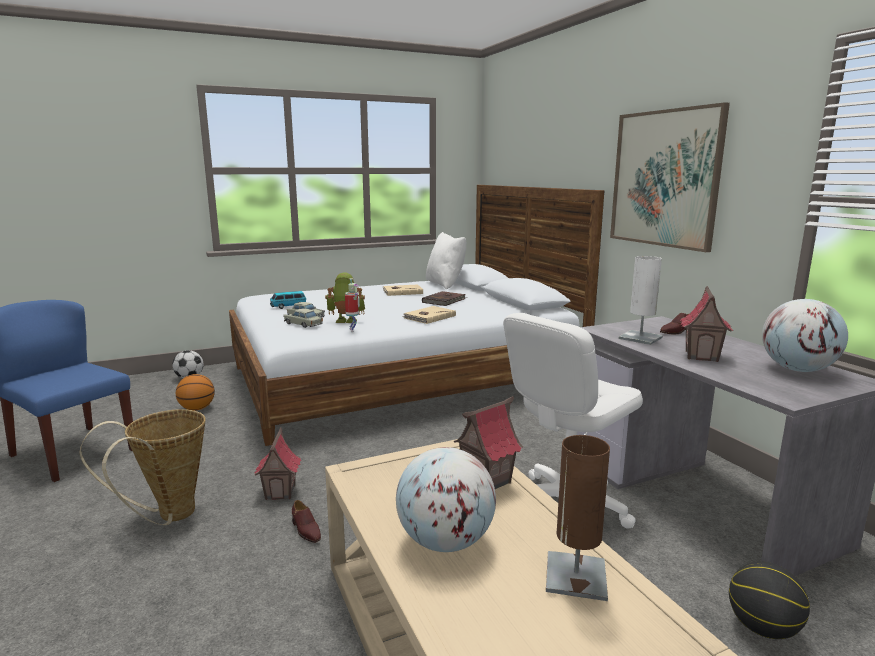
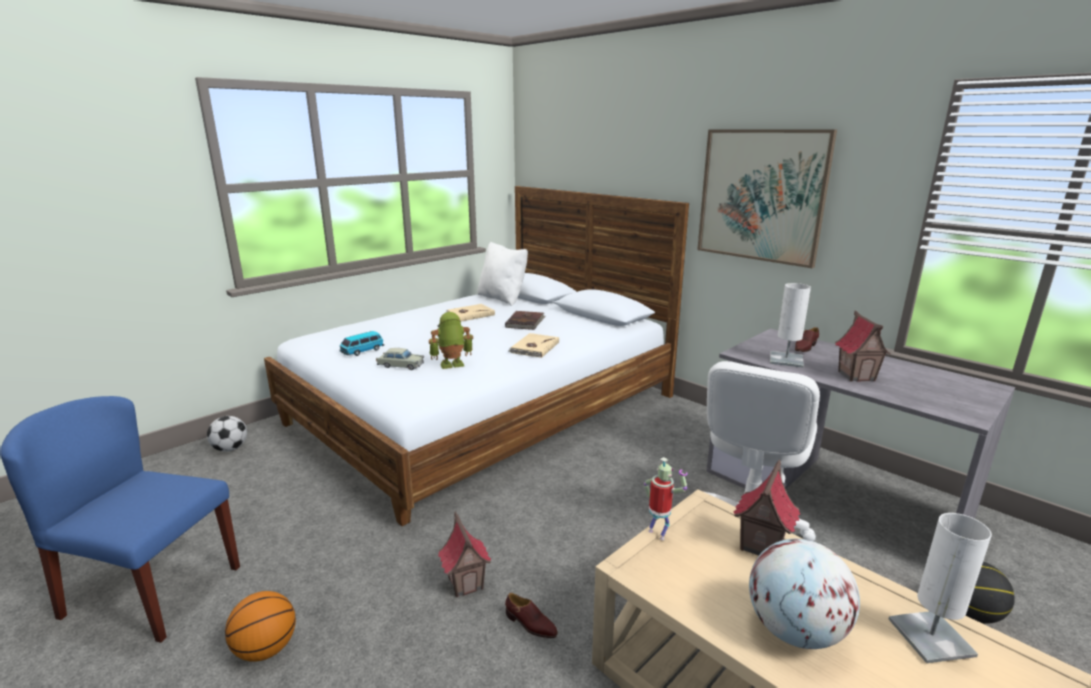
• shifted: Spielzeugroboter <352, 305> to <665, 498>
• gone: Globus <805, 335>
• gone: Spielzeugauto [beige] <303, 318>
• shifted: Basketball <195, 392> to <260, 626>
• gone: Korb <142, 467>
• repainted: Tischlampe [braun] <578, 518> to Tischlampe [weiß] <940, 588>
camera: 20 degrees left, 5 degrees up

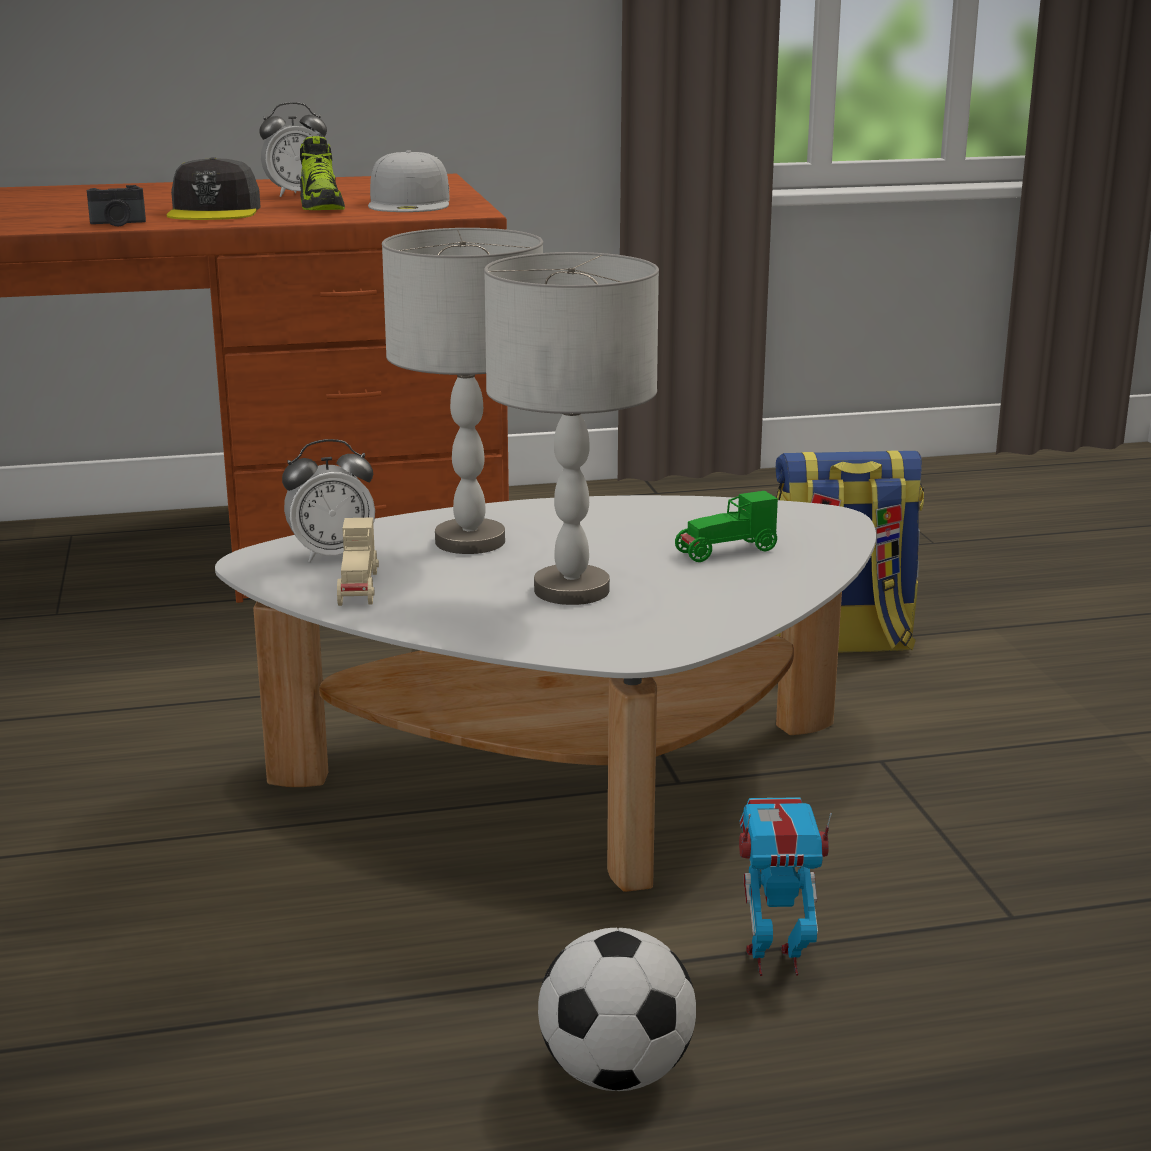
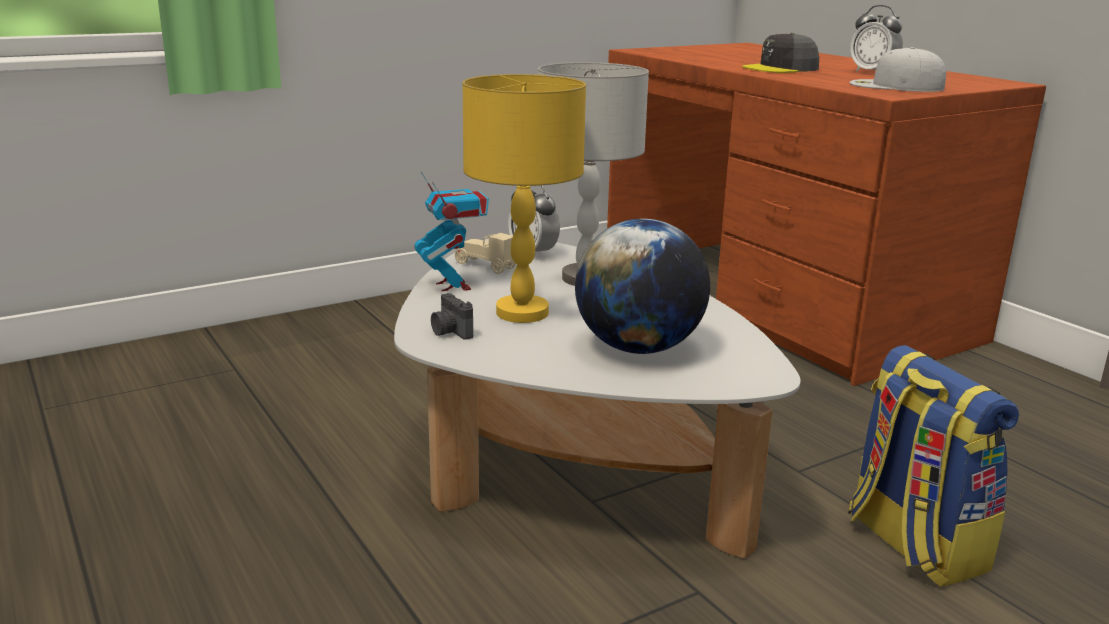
• gone: Schuh <322, 173>
• rotated: Kappe [weiß] <409, 181> = <897, 69> 45 degrees clockwise
• shifted: Kamera <116, 206> to <452, 316>
• repainted: Tischlampe [grau] <571, 428> to Tischlampe [gelb] <524, 198>
• swapped: Spielzeugauto [grün] <726, 526> to Globus <642, 286>
• rotated: Spielzeugauto [beige] <358, 561> = <485, 253> 60 degrees clockwise
• shifted: Spielzeugroboter <785, 886> to <451, 231>
• gone: Fußball <617, 1009>
camera: 70 degrees right, 0 degrees up

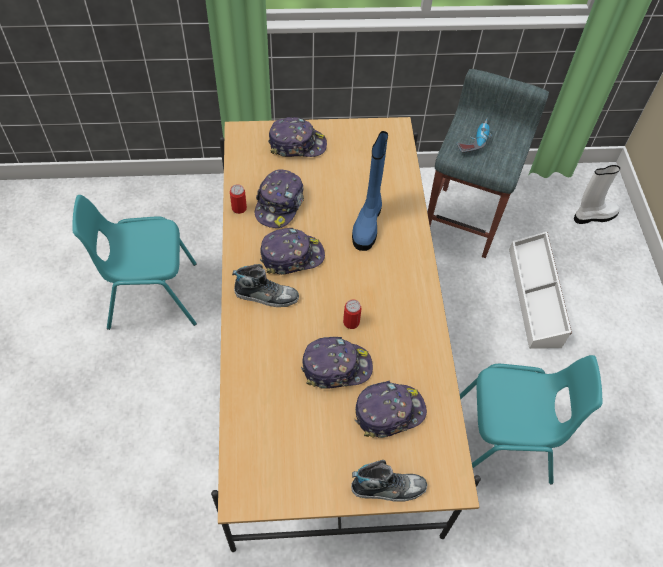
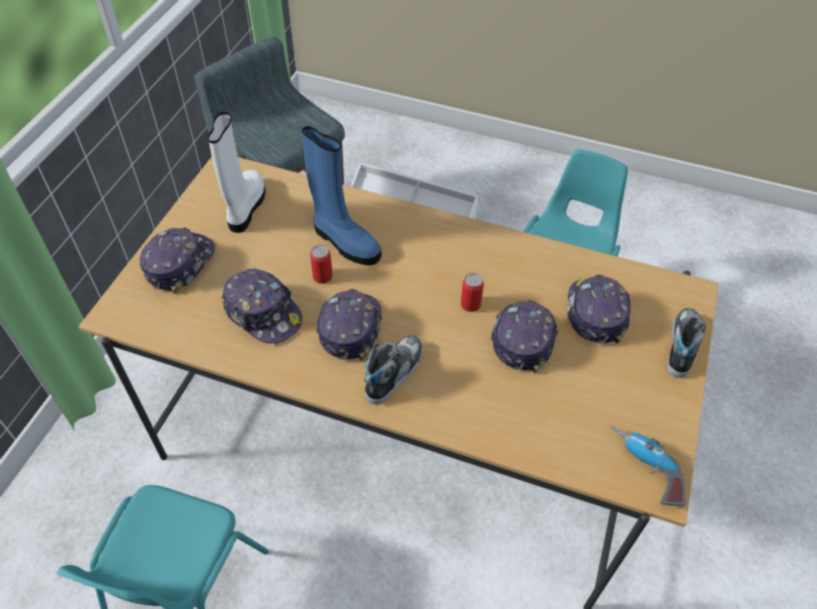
• shifted: Bohrmaschine <474, 135> to <647, 465>
• shifted: Stiefel [weiß] <597, 194> to <236, 172>
• shifted: Dose <238, 199> to <321, 264>
camera: 65 degrees left, 5 degrees down

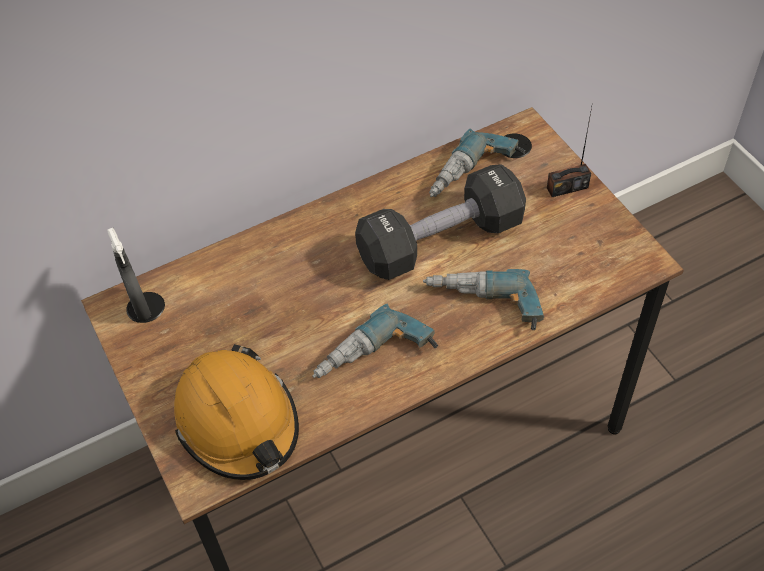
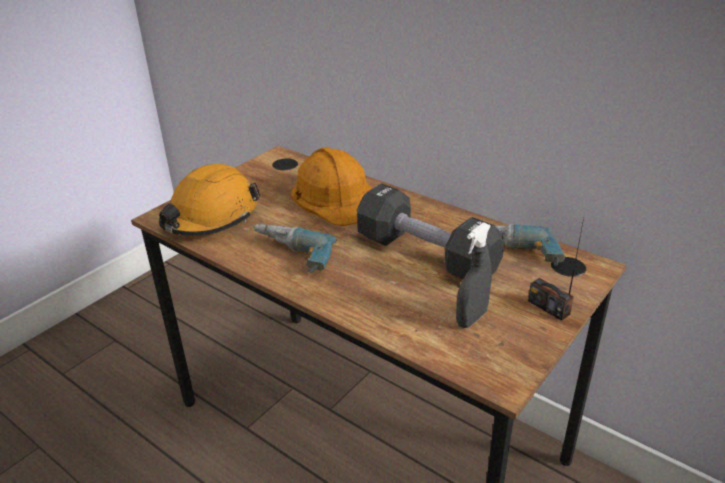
• shifted: Sprühflasche [grau] <129, 274> to <474, 275>
• gone: Bohrmaschine <483, 299>
• new: Schutzhelm [orange] <331, 186>
camera: 65 degrees right, 20 degrees down

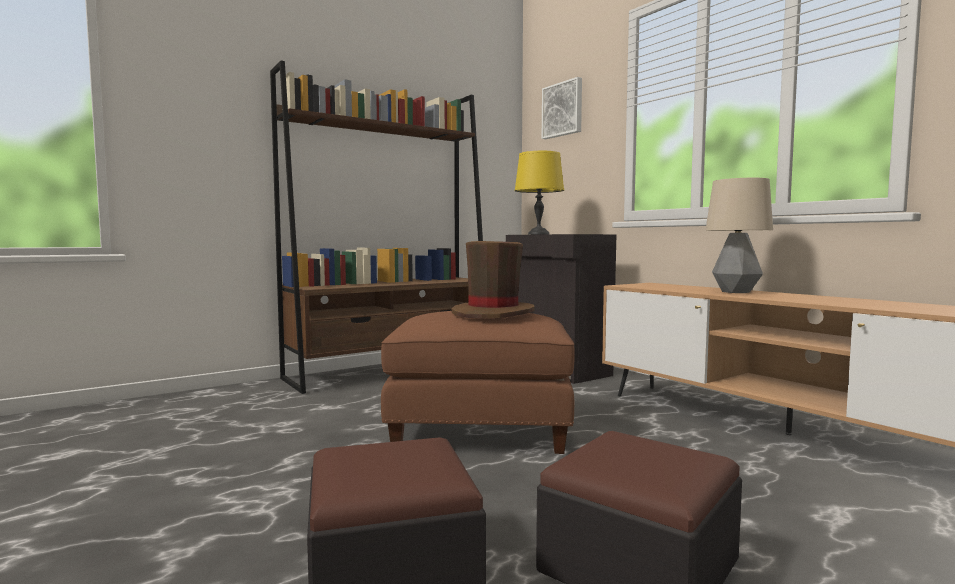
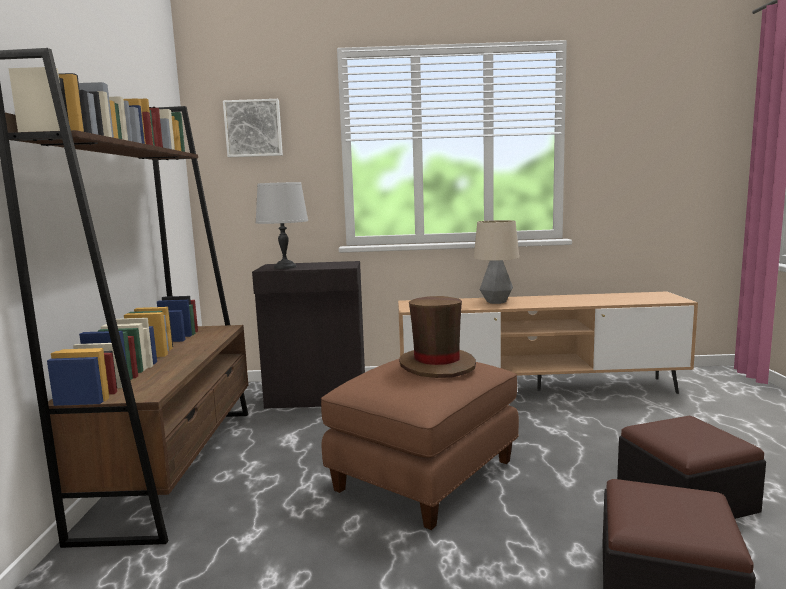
• repainted: Tischlampe [gelb] <539, 193> to Tischlampe [grau] <281, 225>
camera: 55 degrees left, 5 degrees up

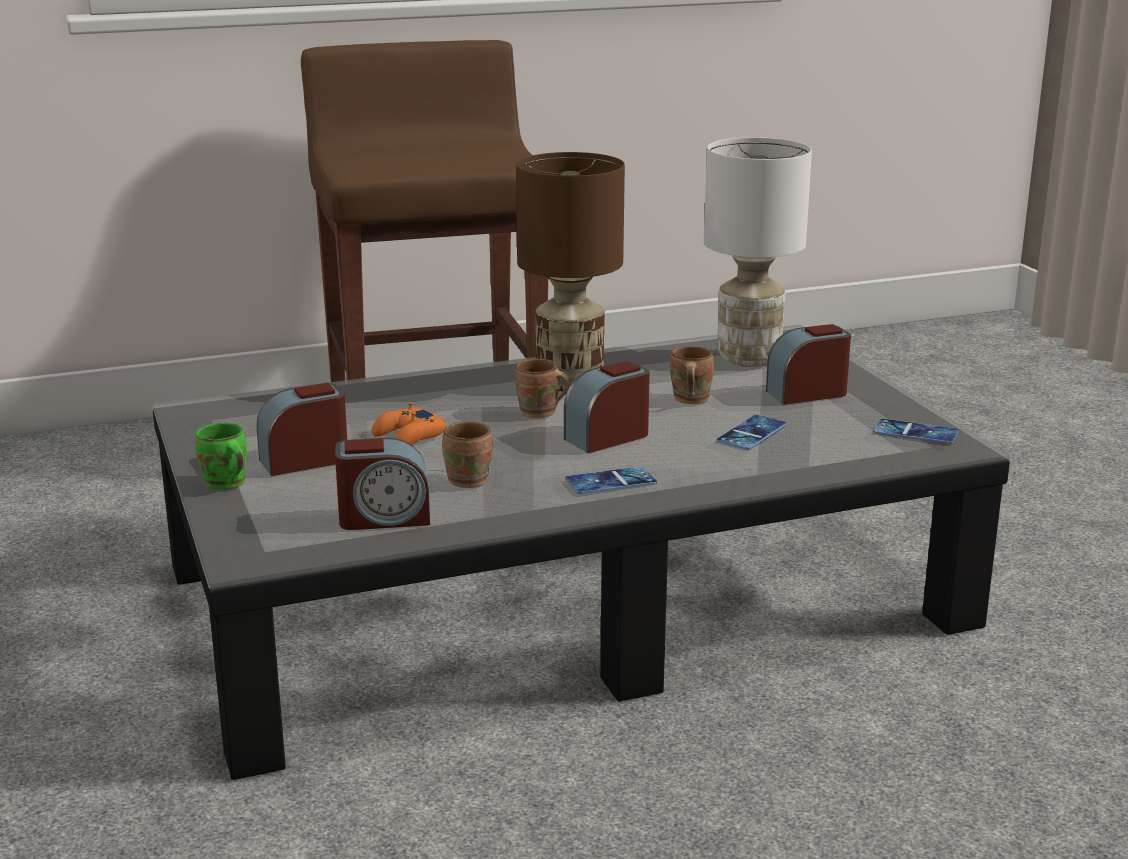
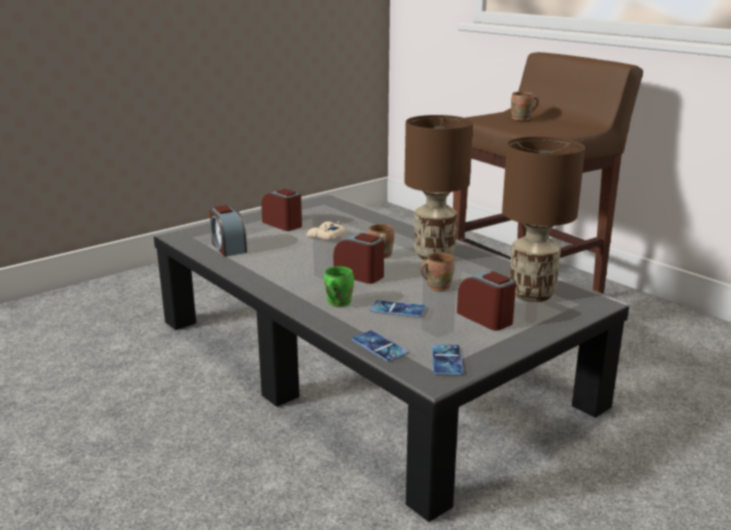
• repainted: Tischlampe [weiß] <758, 252> to Tischlampe [braun] <543, 219>
• repainted: Gamepad [orange] <409, 423> to Gamepad [beige] <326, 230>
• shifted: Henkelbecher [braun] <467, 454> to <525, 106>
• shifted: Henkelbecher [grün] <221, 456> to <339, 287>
• shifted: Handy <611, 480> to <380, 346>
camera: 70 degrees right, 0 degrees up

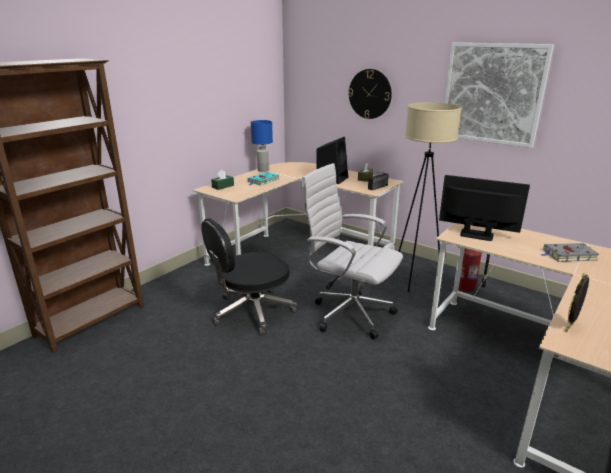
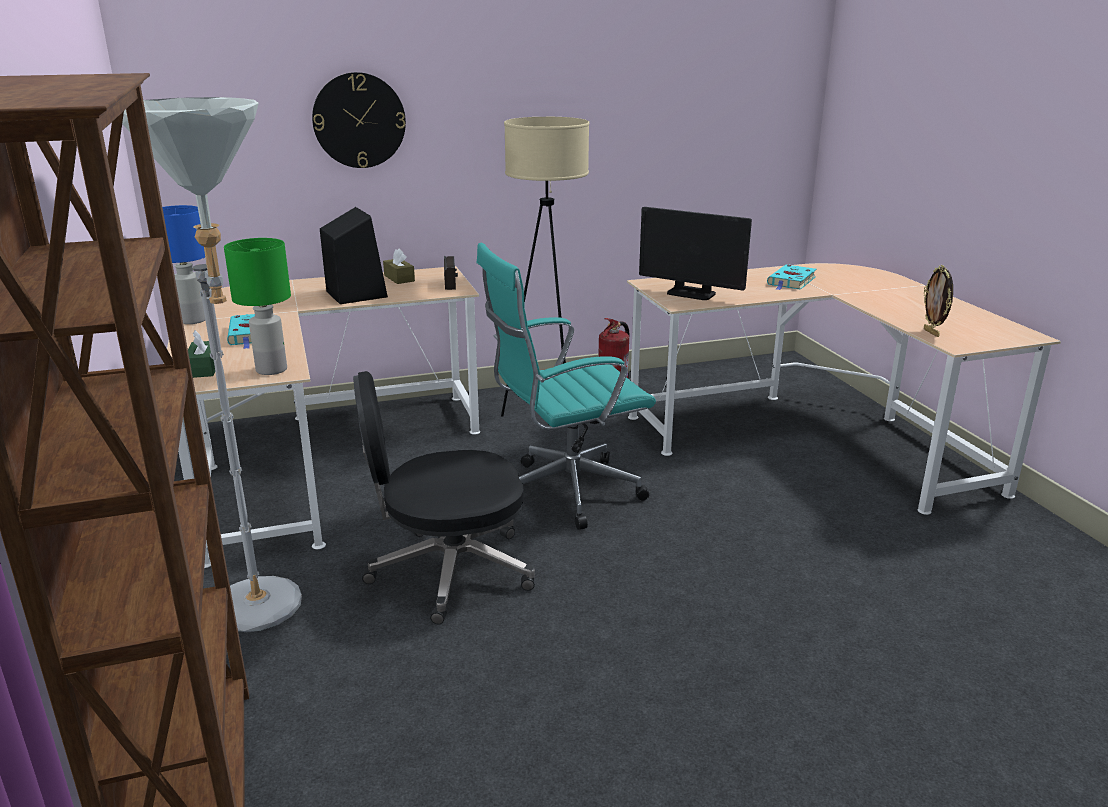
• gone: Bild <499, 95>
• repainted: Bürostuhl [weiß] <352, 251> to Bürostuhl [türkis] <566, 386>
• rotated: Monitor <484, 208> = <695, 253> 120 degrees counterclockwise
• rotated: Bürostuhl [schwarz] <249, 277> = <444, 497> 75 degrees clockwise
• repainted: Buch [grau] <569, 252> to Buch [türkis] <792, 277>
• new: Stehlampe [grau] <212, 364>
• new: Tischlampe [grün] <257, 306>
camera: 55 degrees left, 0 degrees up

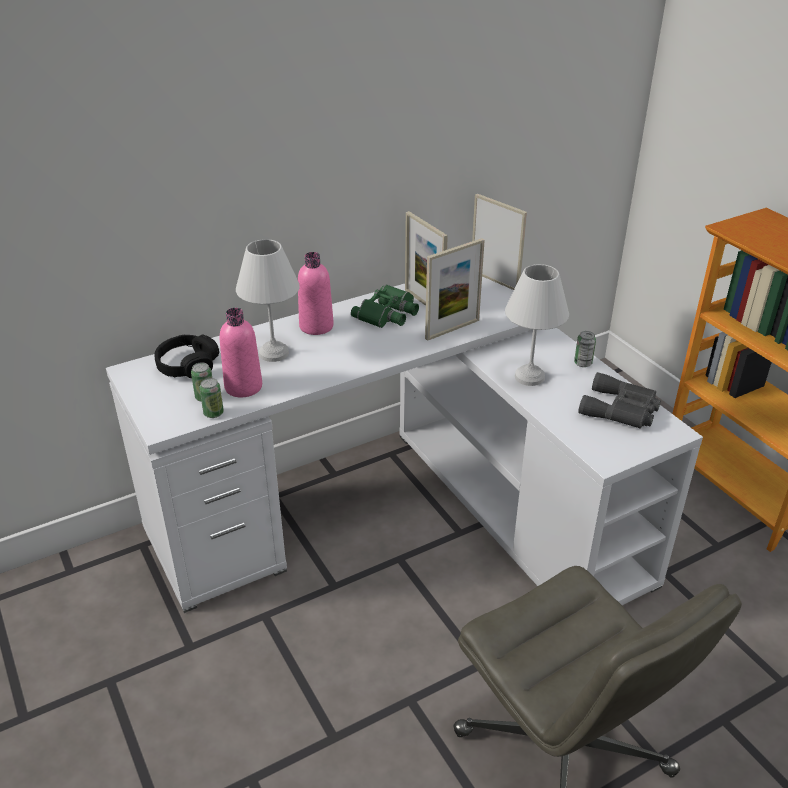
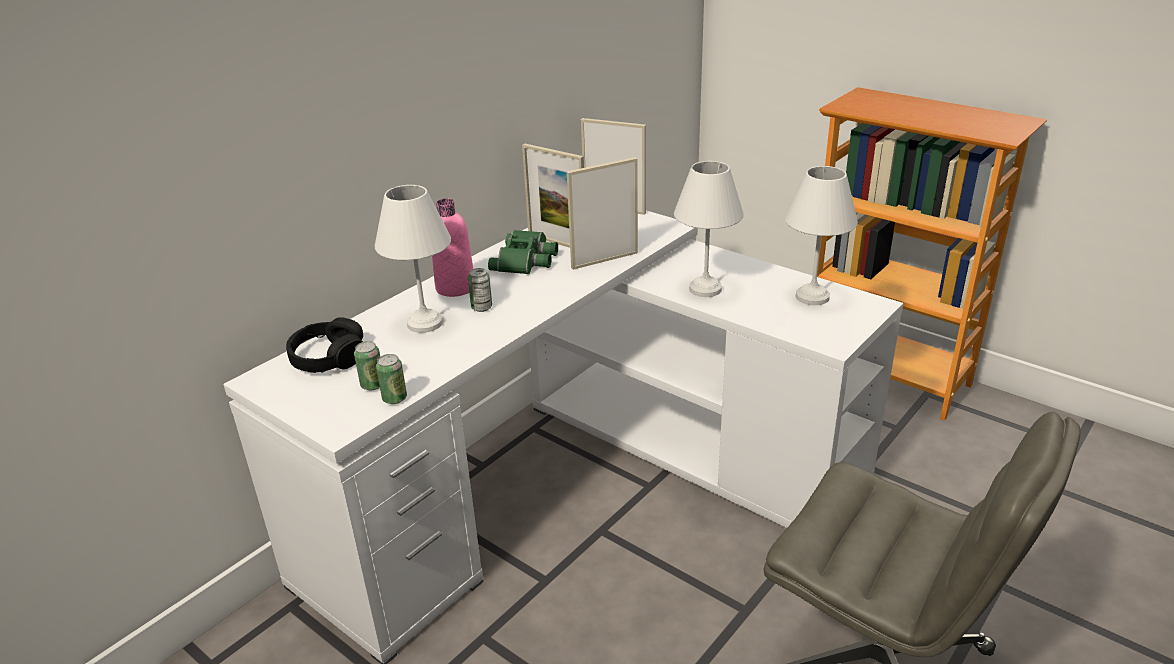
• rotated: Bilderrahmen <455, 289> = <602, 213> 150 degrees counterclockwise
• gone: Flasche [rosa] <241, 353>
• shifted: Dose <585, 349> to <480, 290>
• swapped: Fernglas [grau] <619, 400> to Tischlampe [weiß] <821, 235>
camera: 20 degrees left, 5 degrees down

